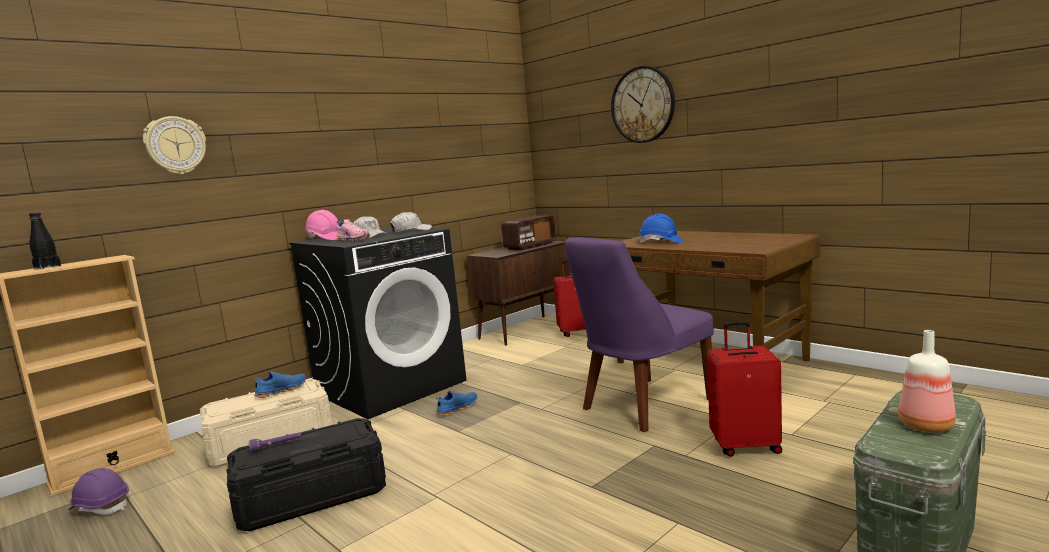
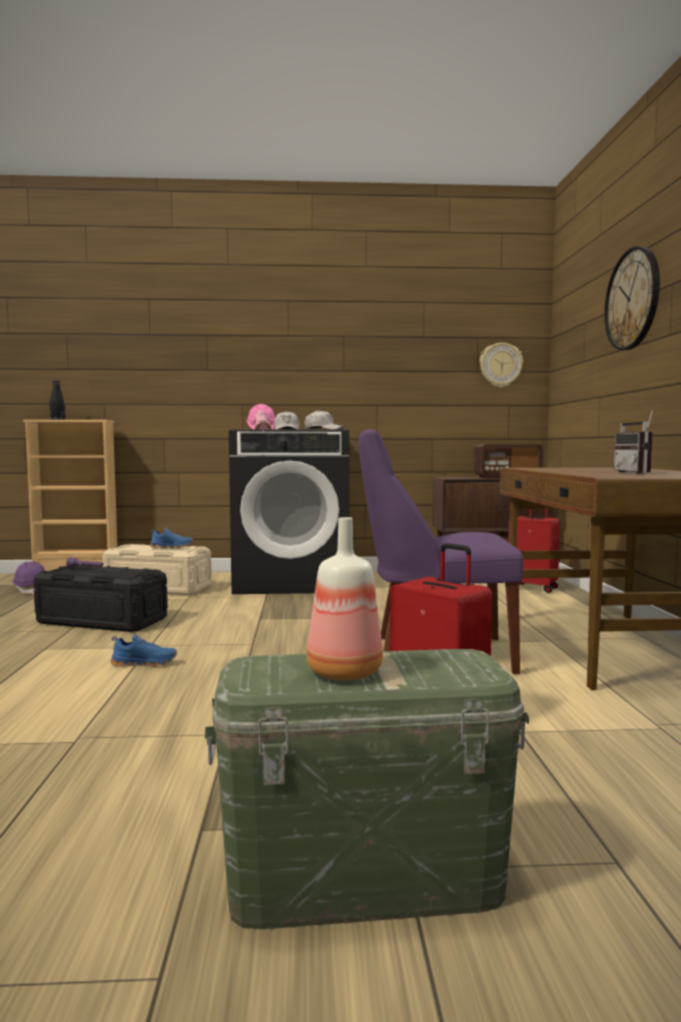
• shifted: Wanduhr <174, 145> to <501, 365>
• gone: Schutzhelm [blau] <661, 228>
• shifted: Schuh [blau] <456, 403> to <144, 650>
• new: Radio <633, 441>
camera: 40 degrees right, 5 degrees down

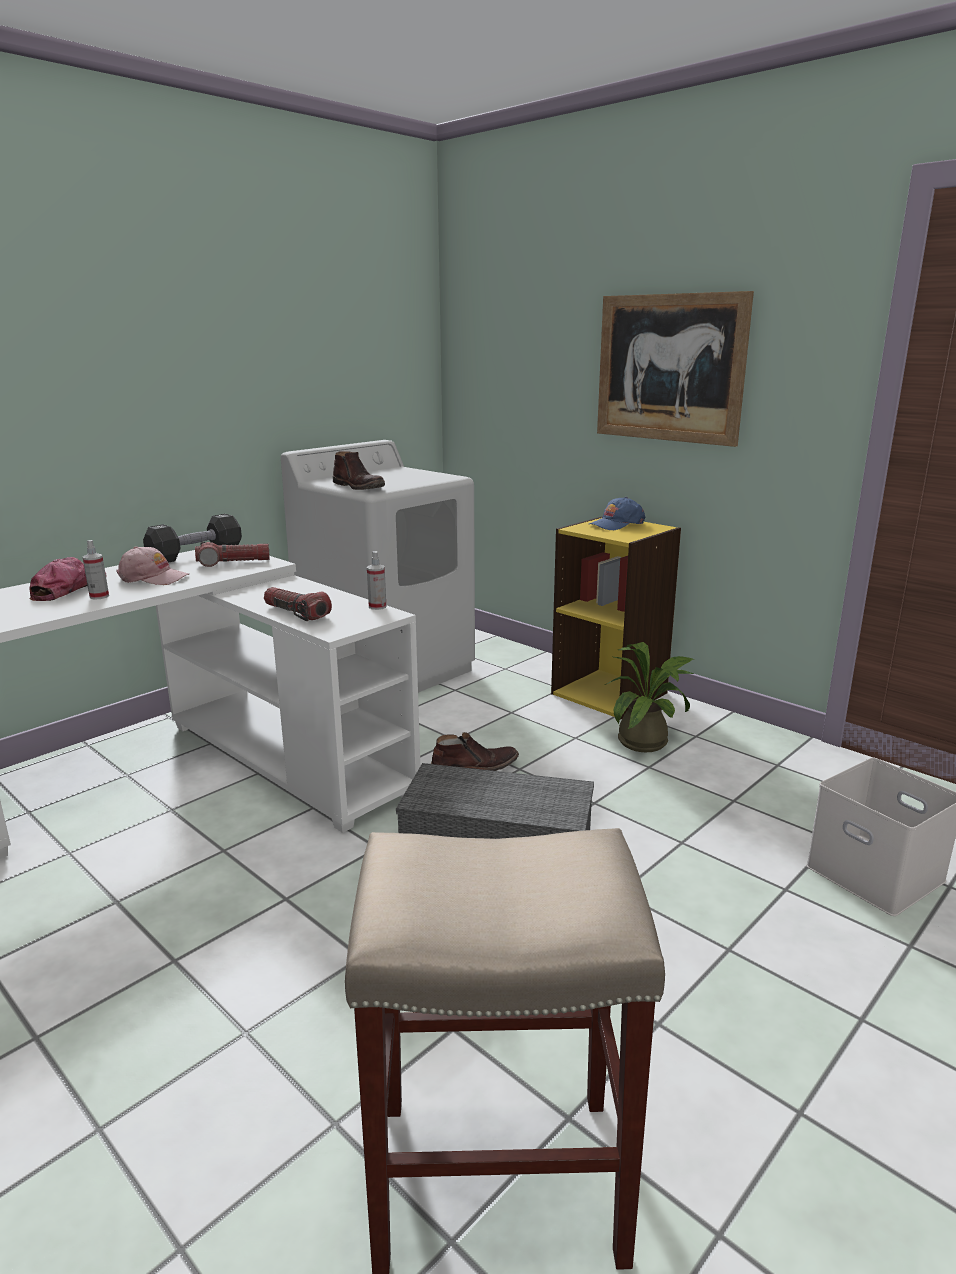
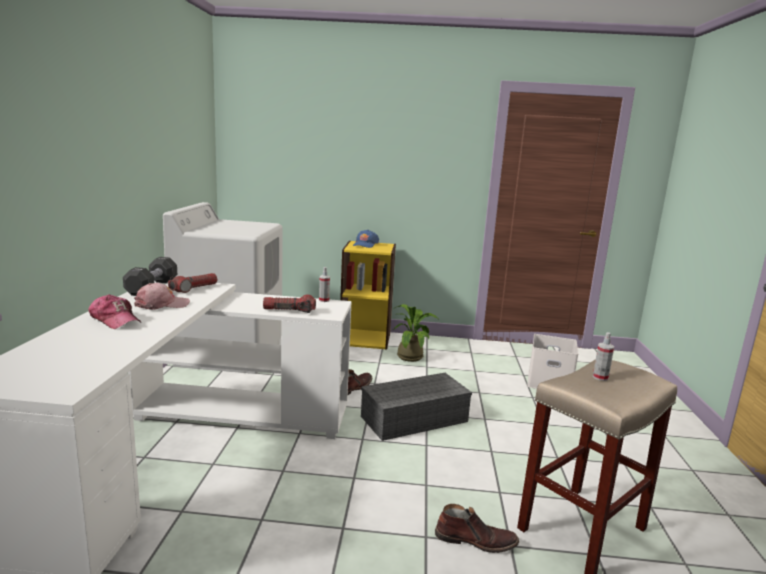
• gone: Bild <675, 369>
• shifted: Stiefel [braun] <359, 470> to <477, 528>
• shifted: Sprühflasche <96, 570> to <603, 356>
• rotated: Kappe <67, 579> = <114, 311> 150 degrees clockwise
camera: 40 degrees left, 5 degrees down

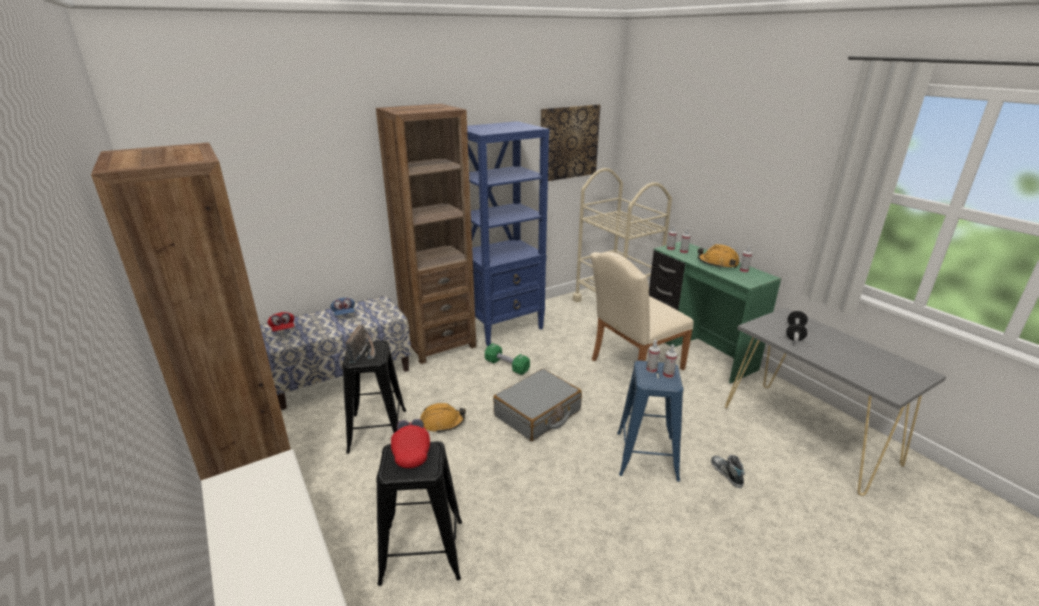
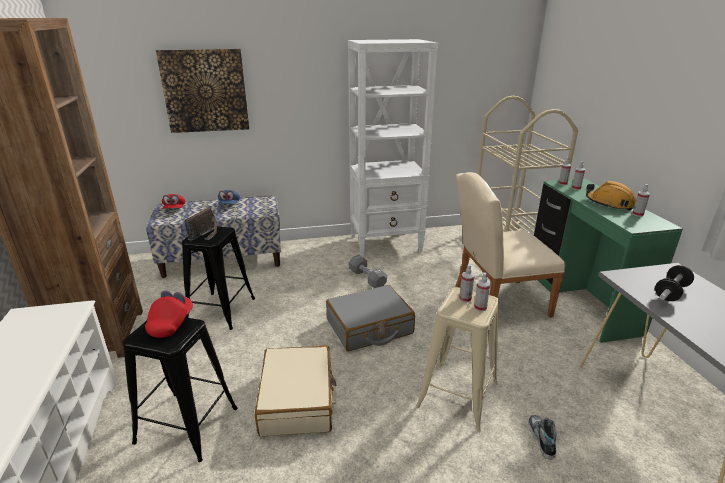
• gone: Bücherregal [braun] <426, 234>
• shifted: Bild <570, 142> to <202, 91>
• repainted: Bücherregal [blau] <508, 233> to Bücherregal [weiß] <393, 148>
• repainted: Hantel [grün] <507, 359> to Hantel [grau] <368, 271>
• repainted: Hocker [blau] <650, 421> to Hocker [beige] <457, 359>
• gone: Schutzhelm [orange] <443, 418>
• new: Koffer [beige] <295, 390>
camera: 20 degrees right, 0 degrees up

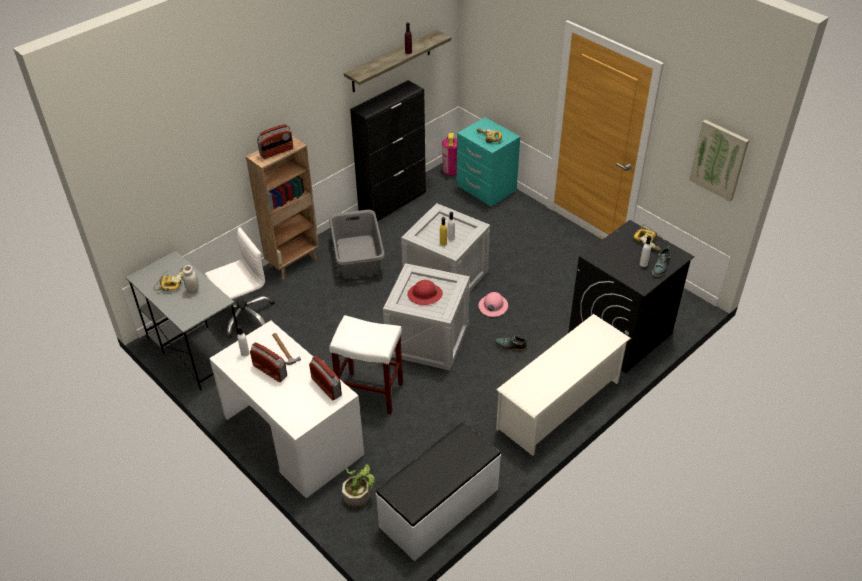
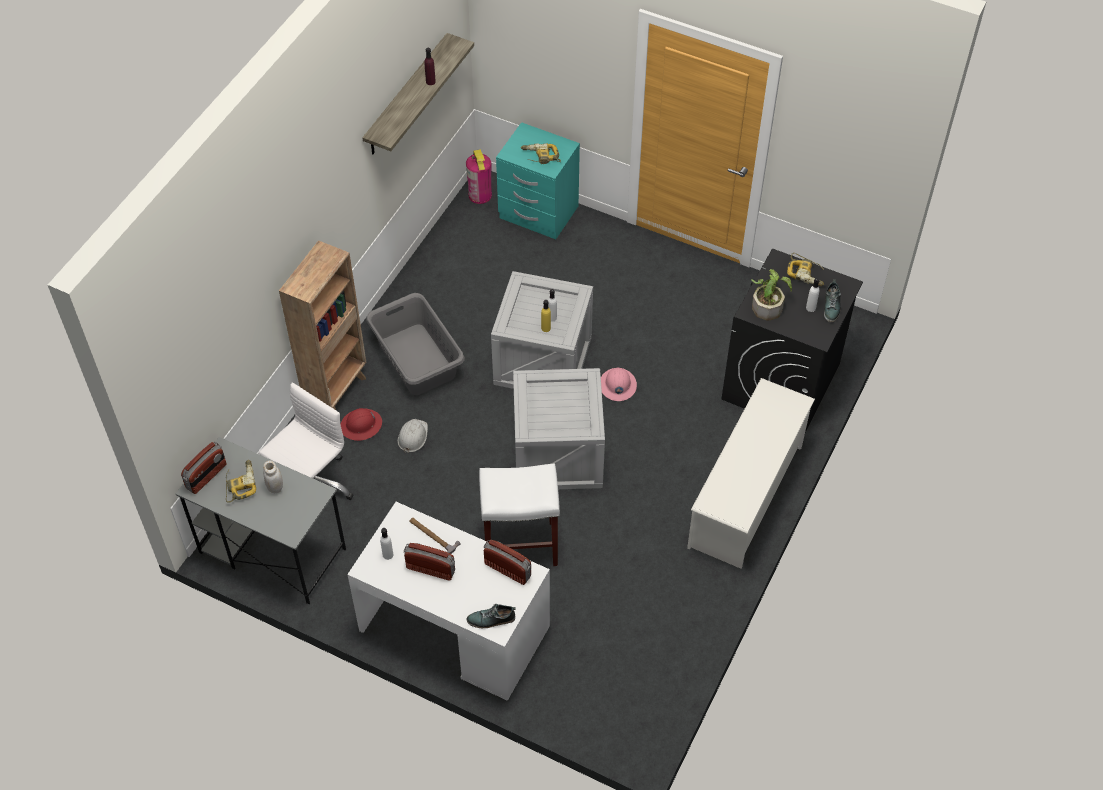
• gone: Schrank [schwarz] <388, 150>
• gone: Bild <719, 161>
• shifted: Radio <275, 141> to <203, 468>
• shifted: Schutzhelm [rot] <425, 292> to <361, 424>
• shifted: Schuh <511, 343> to <491, 616>
• gone: Bank [weiß] <438, 491>
• shifted: Topfpflanze <358, 486> to <771, 295>
• new: Schutzhelm [weiß] <413, 436>
camera: 20 degrees left, 10 degrees up

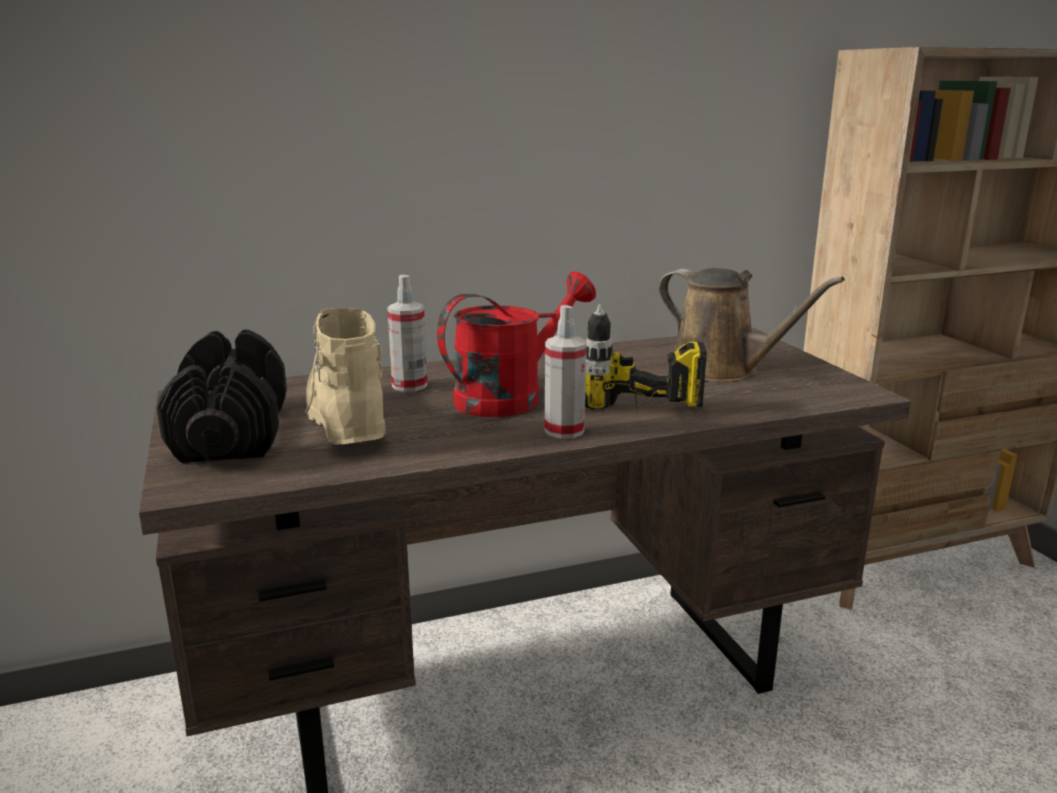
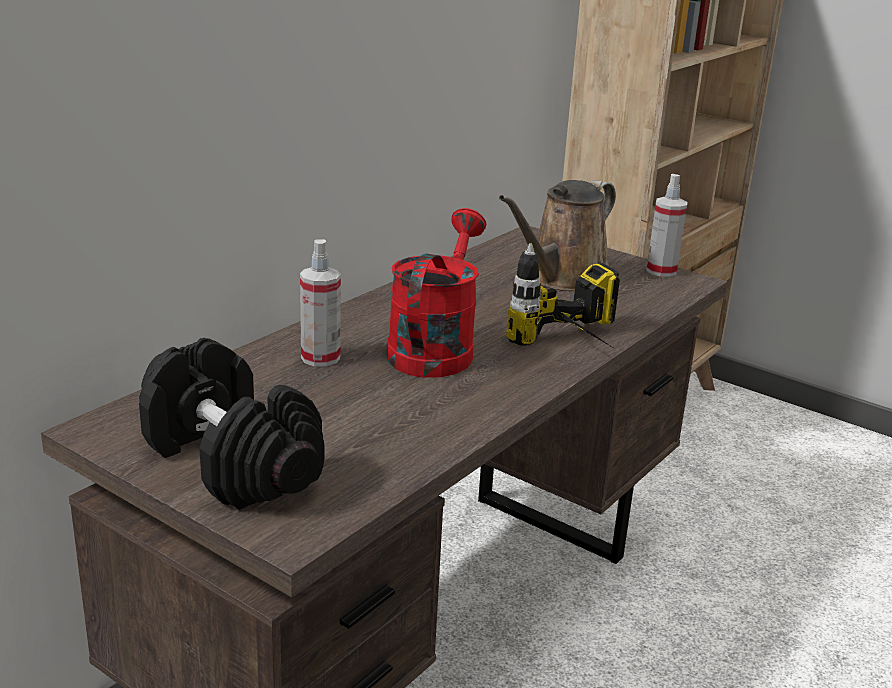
• rotated: Gießkanne [braun] <751, 325> = <557, 235> 120 degrees clockwise
• shifted: Sprühflasche <566, 372> to <666, 225>
• gone: Stiefel [beige] <345, 376>
camera: 35 degrees left, 5 degrees up

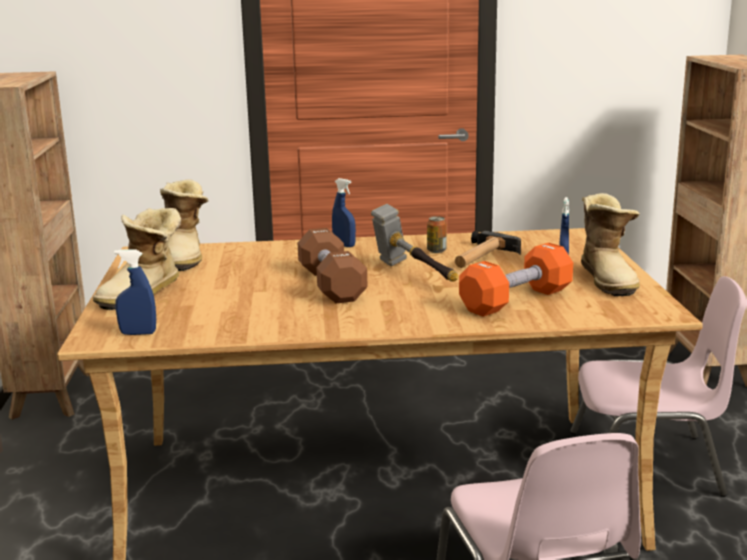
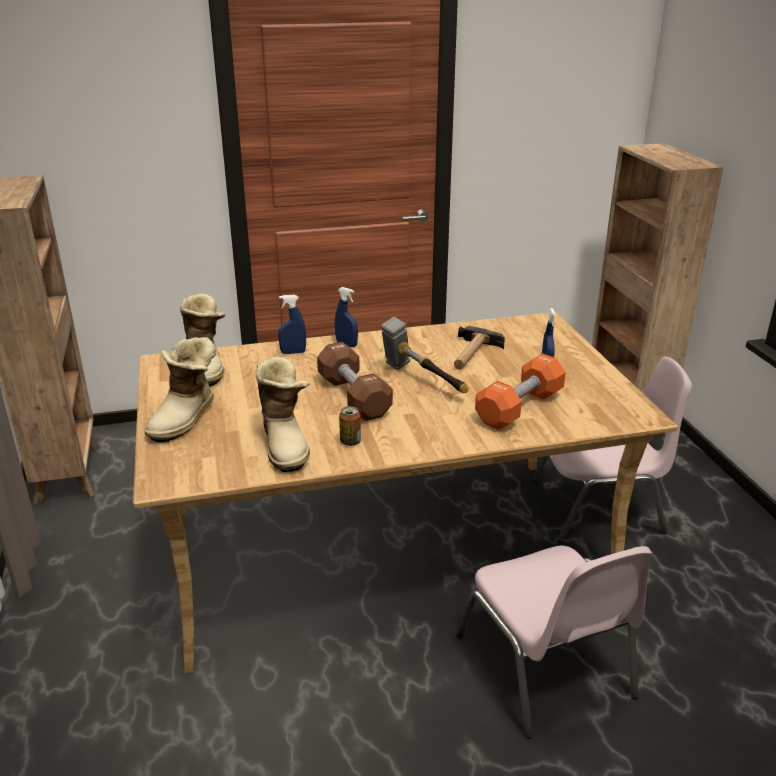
• shifted: Stiefel <610, 244> to <283, 414>
• shifted: Dose <437, 234> to <350, 426>
• shifted: Sprühflasche [blau] <135, 292> to <292, 324>
camera: 10 degrees left, 10 degrees up

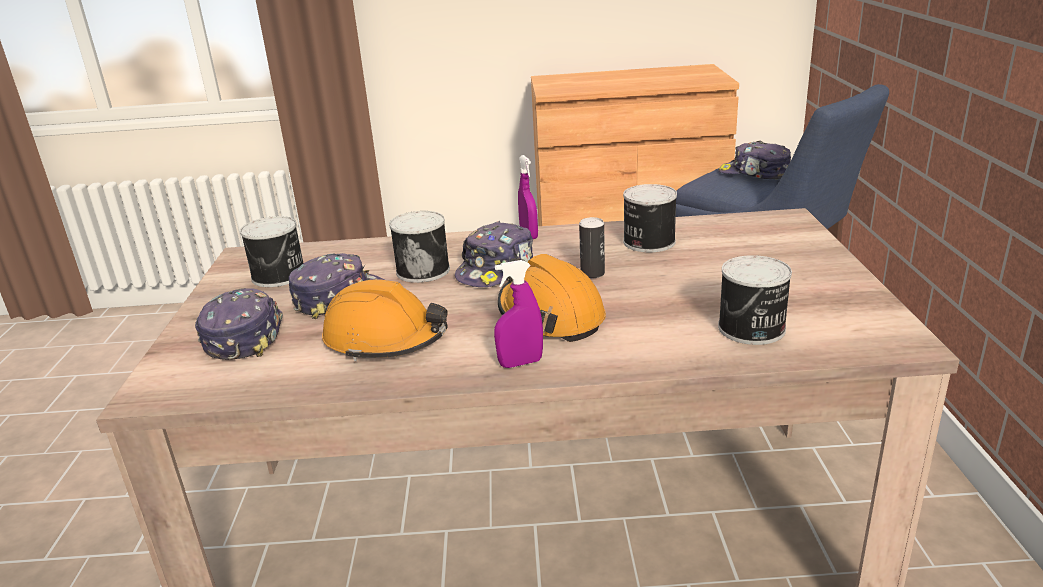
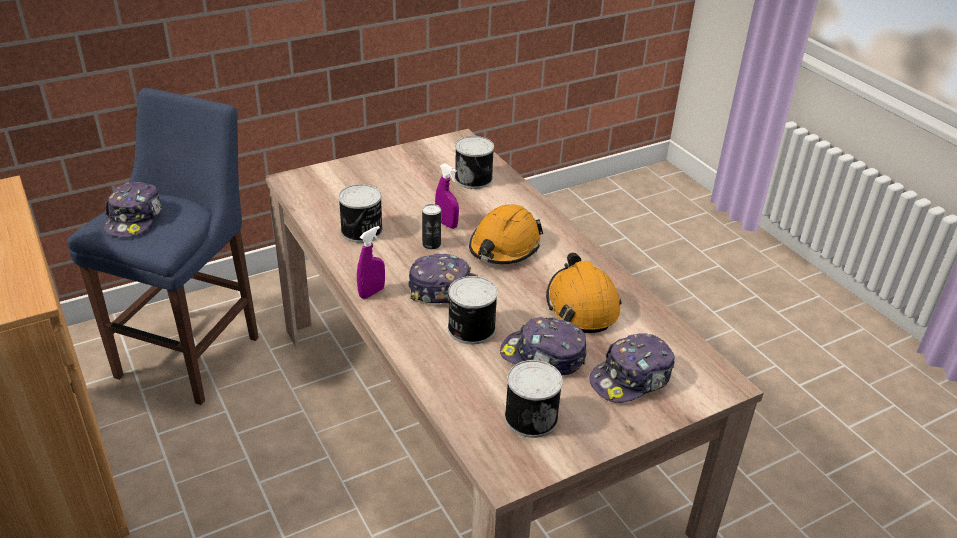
• shifted: Sprühflasche [lila] <518, 314> to <447, 196>
camera: 120 degrees left, 10 degrees up

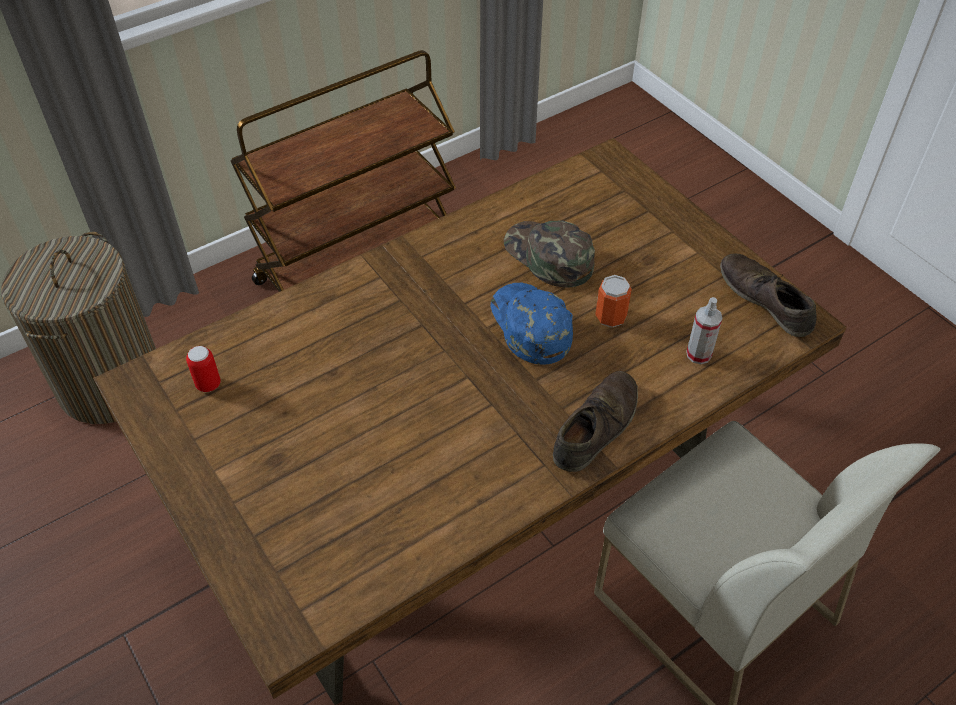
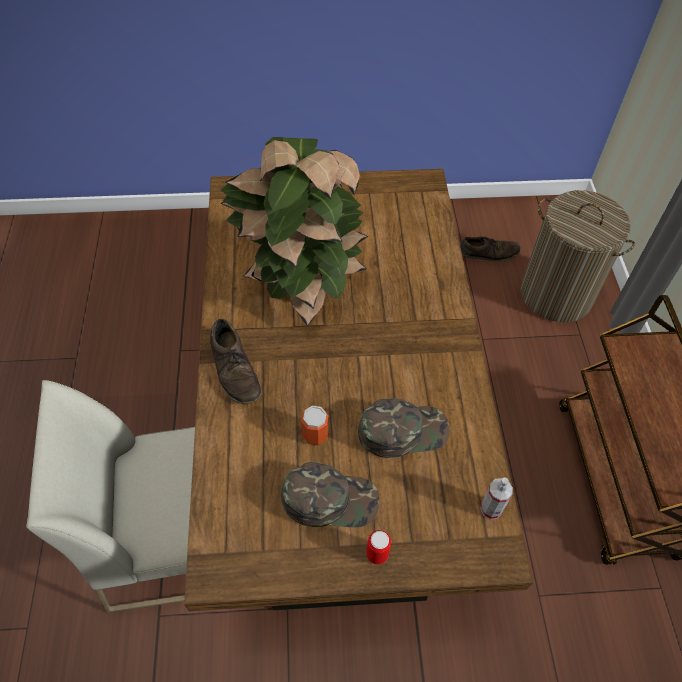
• shifted: Schuh [braun] <768, 295> to <490, 248>
• gone: Kappe [blau] <531, 324>
• shifted: Sprühflasche <704, 330> to <496, 498>
• shifted: Dose <203, 369> to <378, 547>
• new: Topfpflanze <294, 231>
• new: Kappe [grün] <330, 494>
camera: 120 degrees right, 5 degrees up

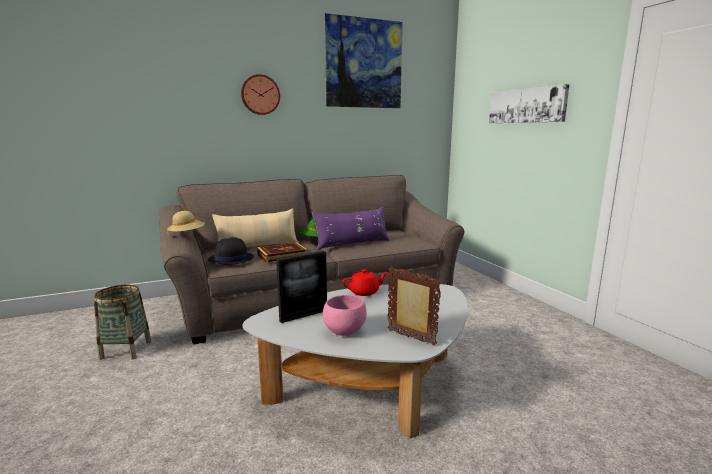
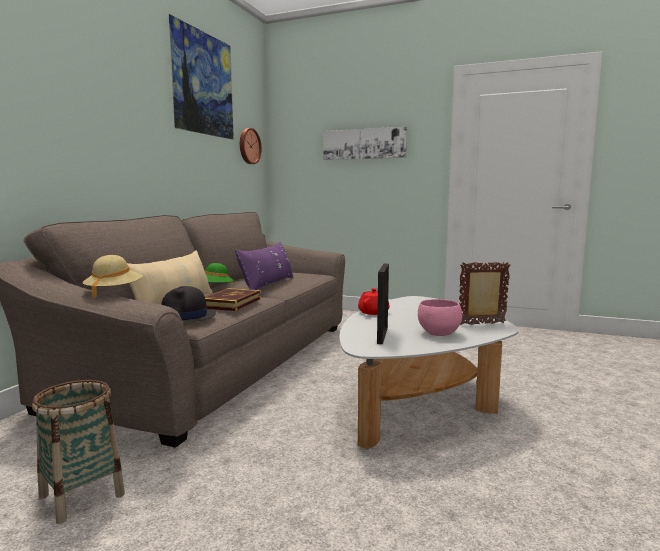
• shifted: Wanduhr <260, 94> to <251, 146>
camera: 45 degrees left, 5 degrees down

